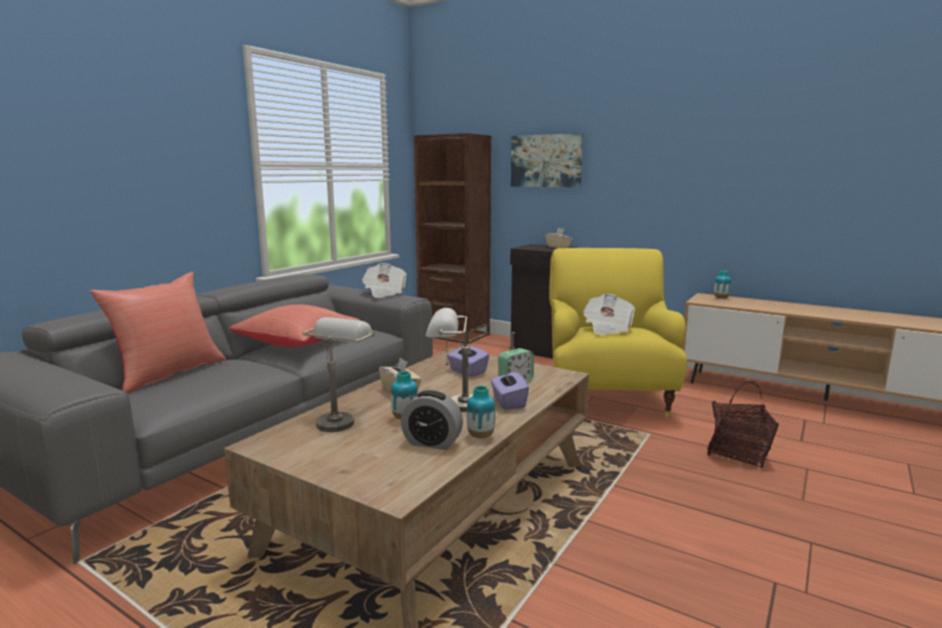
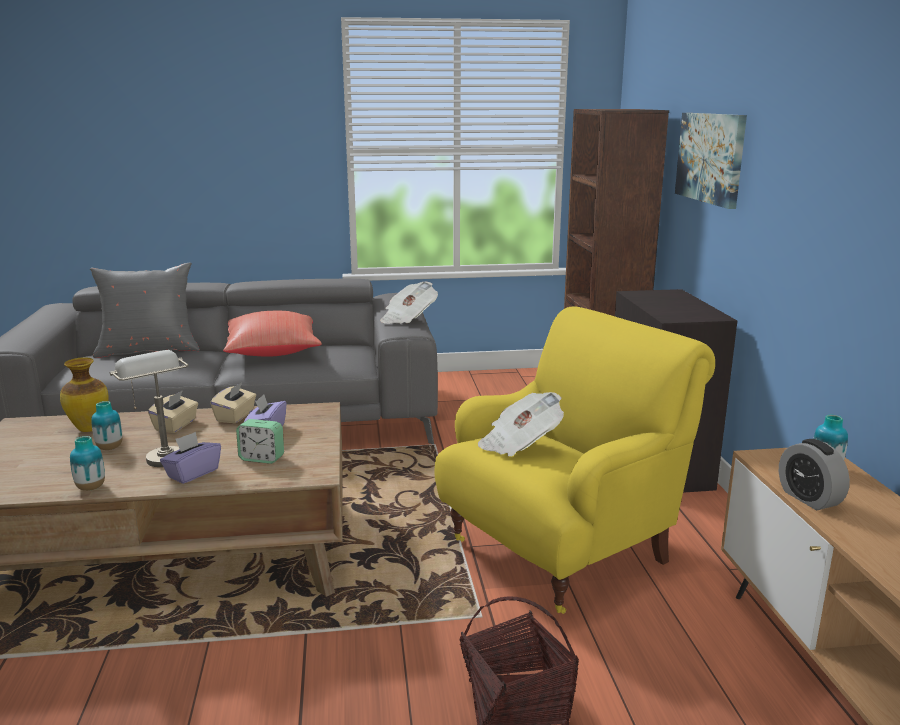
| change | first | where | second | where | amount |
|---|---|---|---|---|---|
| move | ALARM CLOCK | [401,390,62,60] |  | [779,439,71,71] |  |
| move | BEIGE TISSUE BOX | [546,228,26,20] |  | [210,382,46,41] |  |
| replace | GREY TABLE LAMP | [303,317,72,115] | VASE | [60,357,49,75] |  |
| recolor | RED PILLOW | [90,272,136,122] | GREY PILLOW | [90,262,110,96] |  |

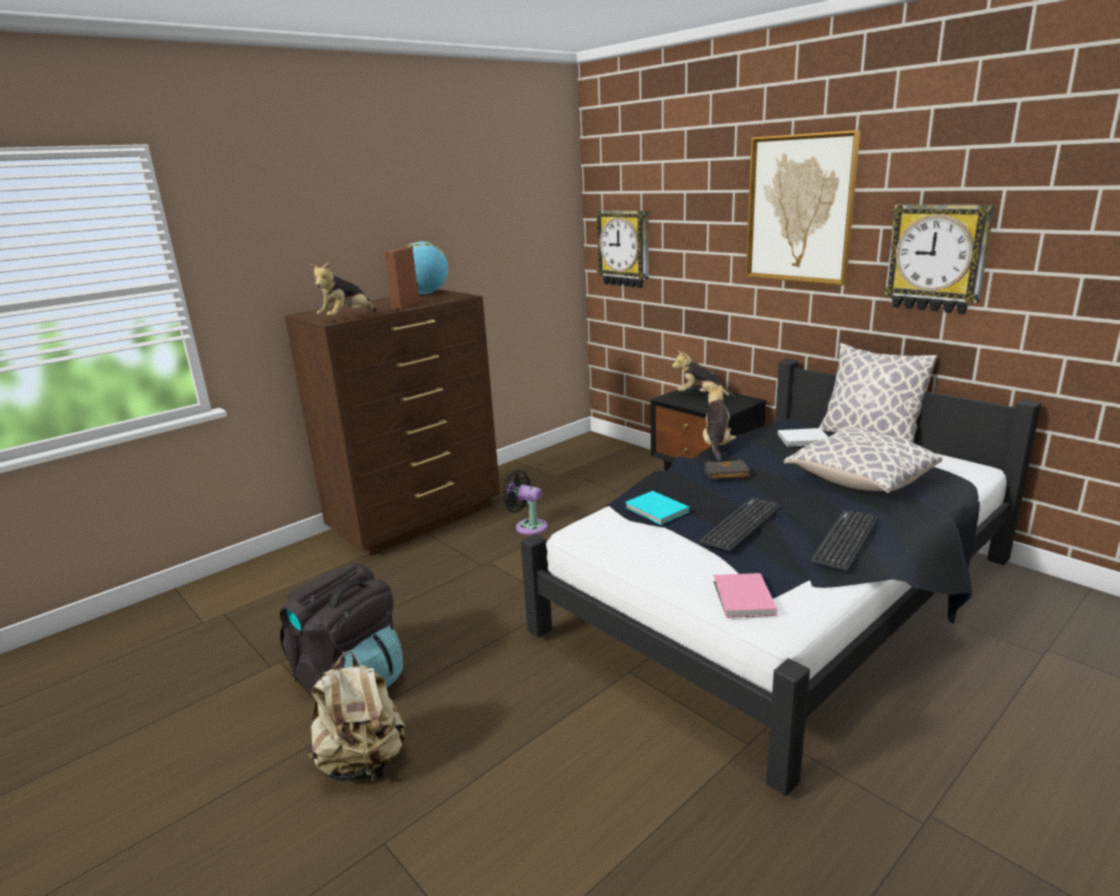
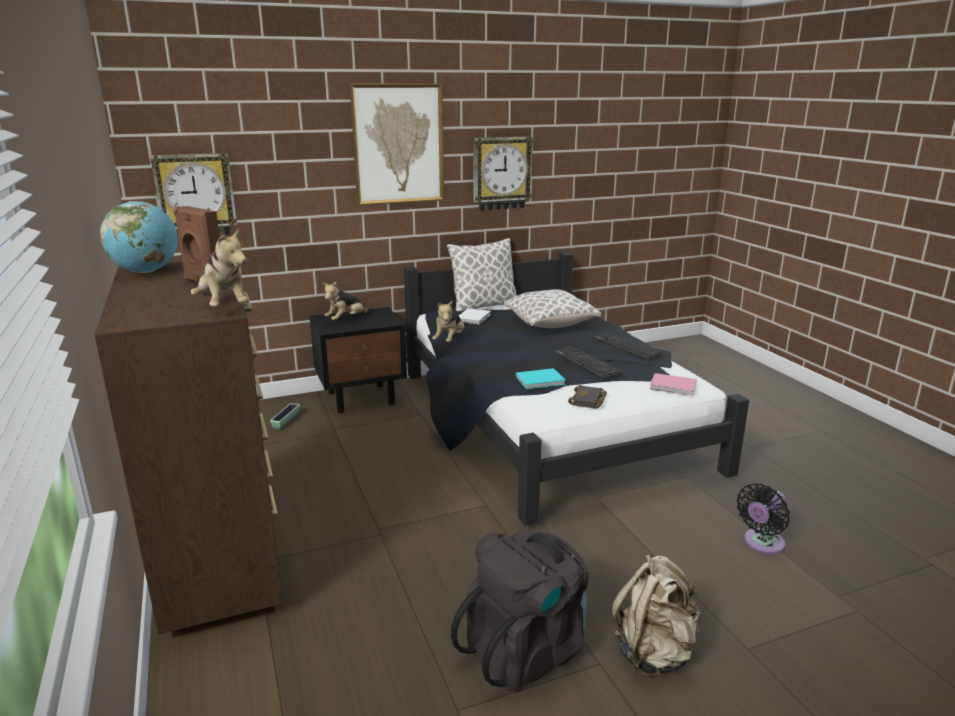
| change | first | where | second | where | amount |
|---|---|---|---|---|---|
| insert |  |  | PLANTER | [270,403,30,27] |  |
| move | BLACK FAN | [502,470,46,65] |  | [737,483,53,71] |  |
| move | BLACK BOOK | [704,459,46,21] |  | [568,385,39,23] |  |
| rotate | PLUSH TOY | [703,385,33,76] |  | [432,301,32,41] | 105 degrees counterclockwise |

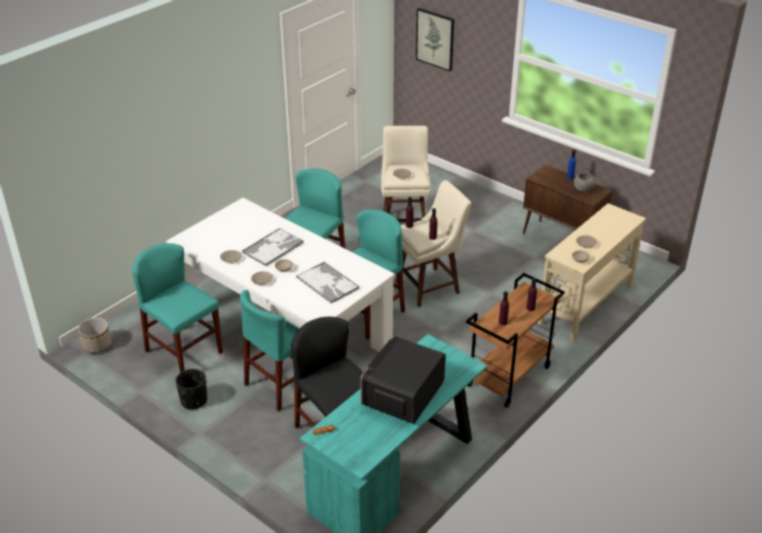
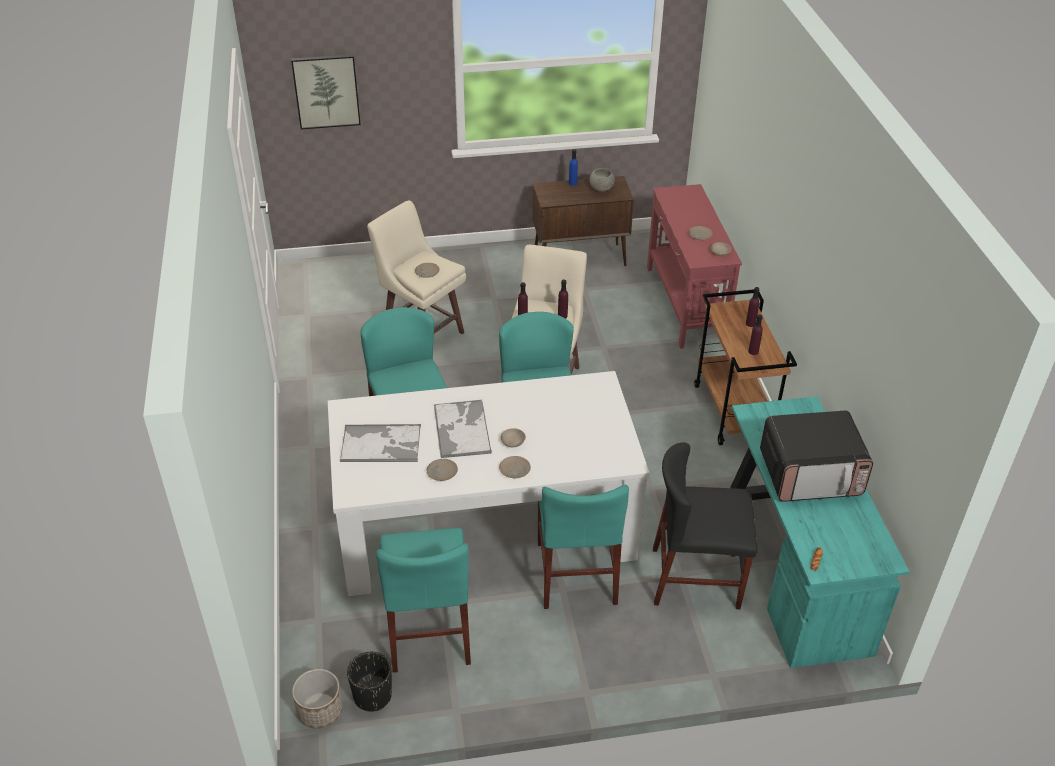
| change | first | where | second | where | amount |
|---|---|---|---|---|---|
| move | BLACK PLANTER | [175,369,32,41] |  | [347,652,45,59] |  |
| move | TRAY | [296,262,64,41] |  | [340,424,81,38] |  |
| recolor | BEIGE CONSOLE TABLE | [538,203,108,139] | RED CONSOLE TABLE | [647,184,95,165] |  |
| rotate | TURQUOISE CHAIR | [132,243,91,129] |  | [376,528,95,145] | 90 degrees counterclockwise |
| rotate | MICROWAVE | [360,336,86,88] |  | [760,411,113,91] | 75 degrees counterclockwise |

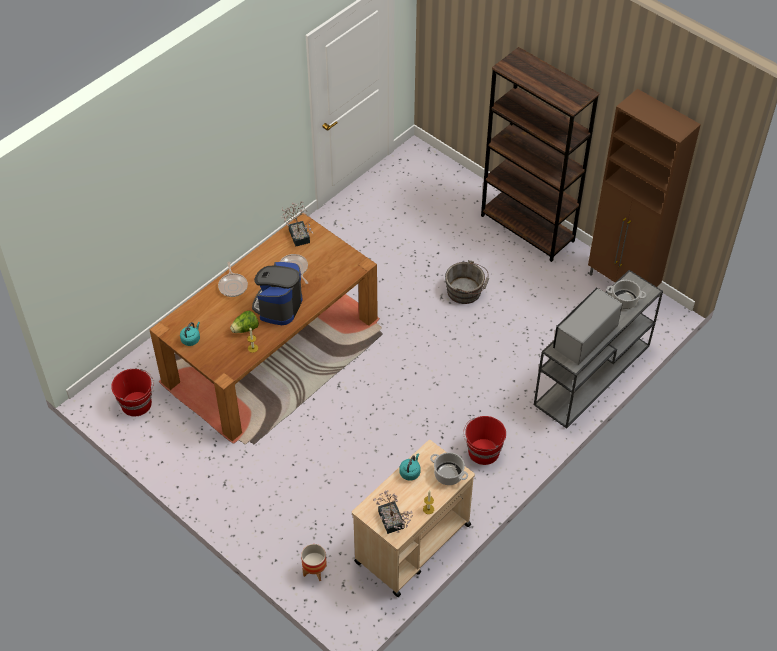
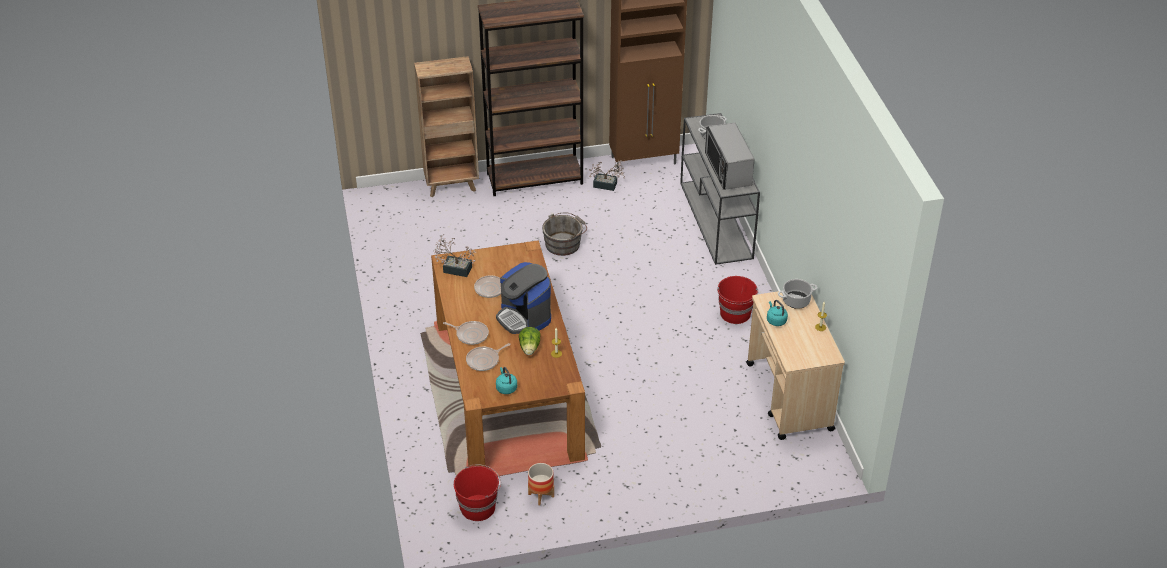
| change | first | where | second | where | amount |
|---|---|---|---|---|---|
| insert |  |  | BROWN BOOKCASE | [414,56,65,141] |  |
| insert |  |  | FRYING PAN | [466,343,45,28] |  |
| move | PLANTER | [301,544,26,37] |  | [528,463,26,42] |  |
| move | POTTED PLANT | [373,490,40,44] |  | [589,160,36,31] |  |

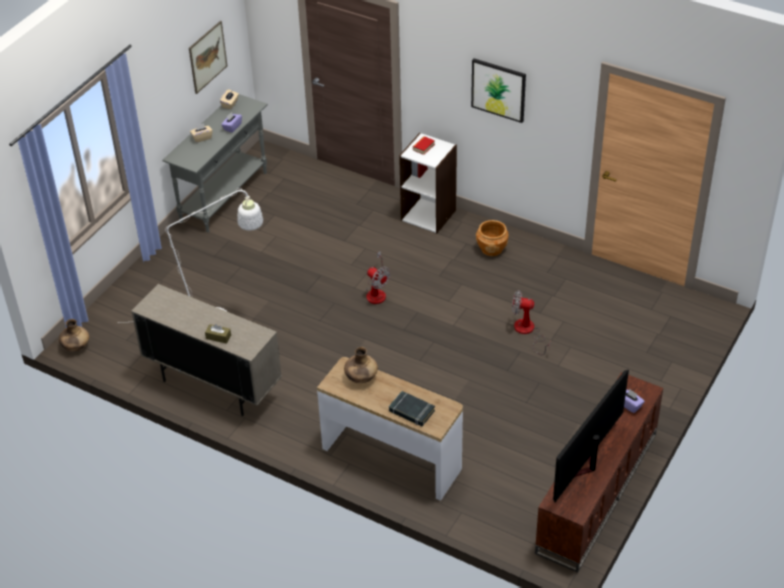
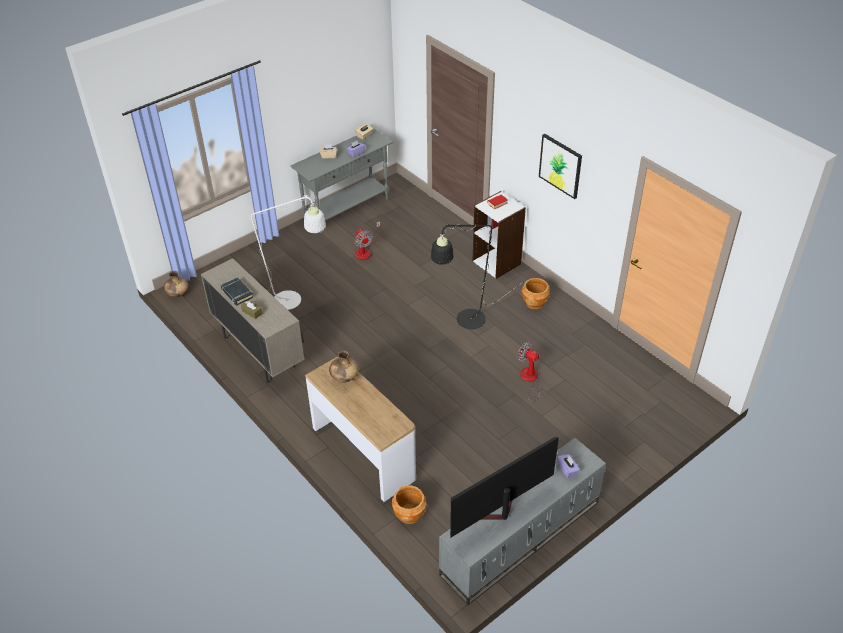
| change | first | where | second | where | amount |
|---|---|---|---|---|---|
| delete | PICTURE | [189,21,38,73] |  |  |  |
| insert |  |  | BROWN PLANTER | [392,486,35,38] |  |
| insert |  |  | BLACK FLOOR LAMP | [431,224,92,105] |  |
| move | FAN | [366,251,24,53] |  | [355,221,26,39] |  |
| move | BLACK BOOK | [389,391,46,36] |  | [221,277,32,29] |  |
| recolor | BROWN TV STAND | [535,372,128,200] | GREY TV STAND | [439,438,167,167] |  |

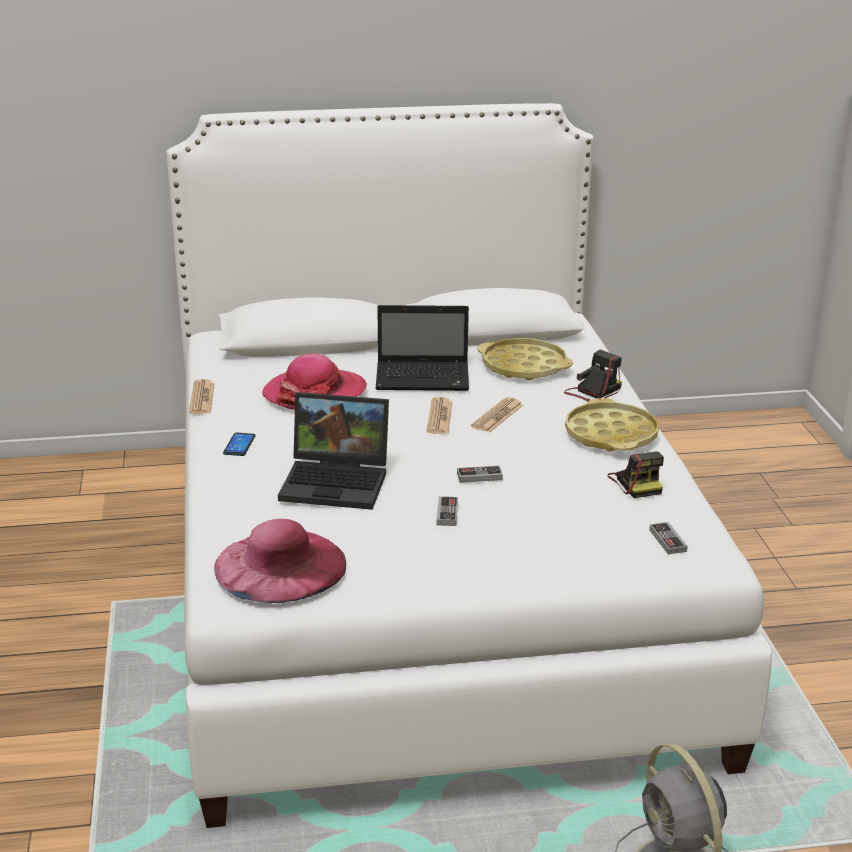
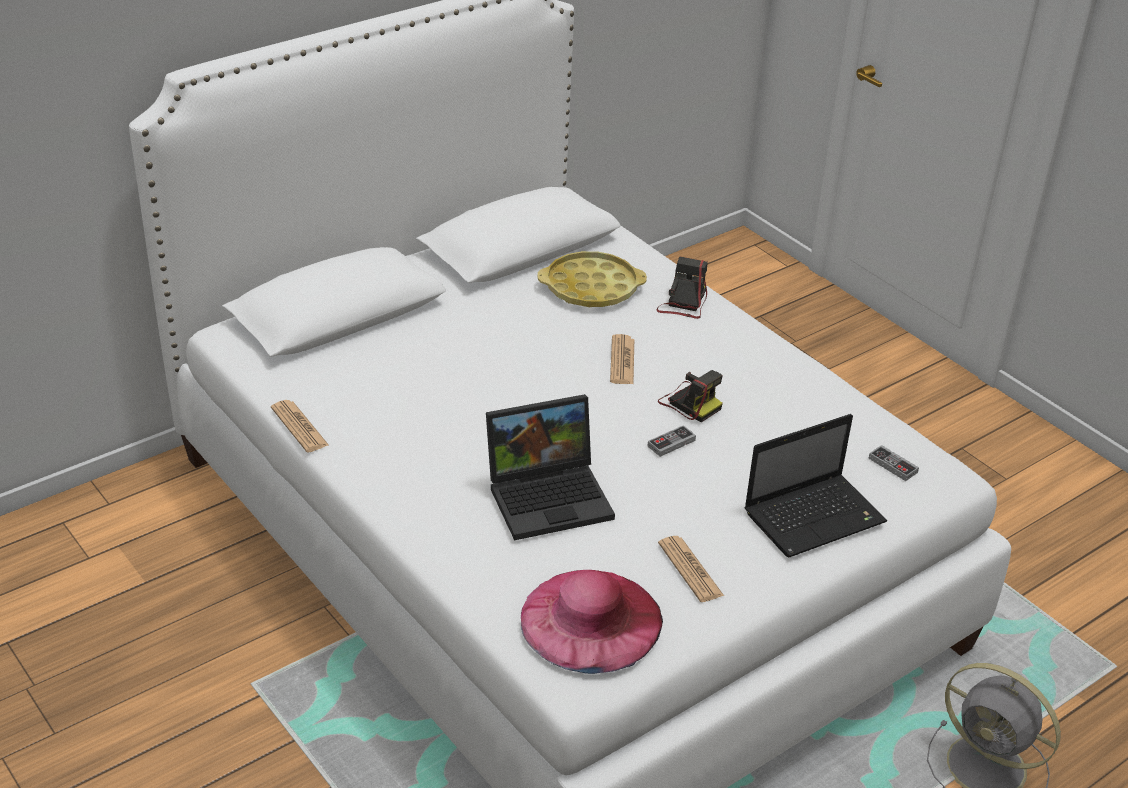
| change | first | where | second | where | amount |
|---|---|---|---|---|---|
| delete | PHONE | [223,433,32,23] |  |  |  |
| delete | HAT | [262,354,105,55] |  |  |  |
| delete | GAME CONTROLLER | [437,496,21,30] |  |  |  |
| delete | YELLOW TRAY | [565,398,94,54] |  |  |  |
| move | LAPTOP | [376,305,93,86] |  | [745,414,142,143] |  |
| move | NEWSPAPER | [427,397,25,37] |  | [658,536,66,66] |  |
| move | PHOTO CAMERA | [607,451,57,47] |  | [658,370,65,52] |  |

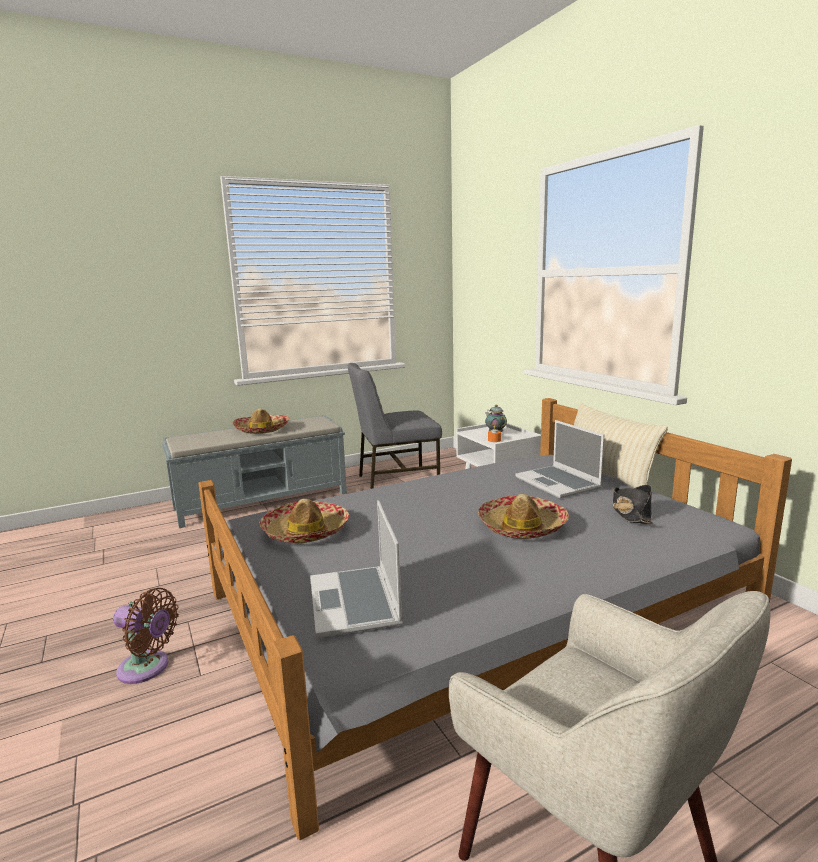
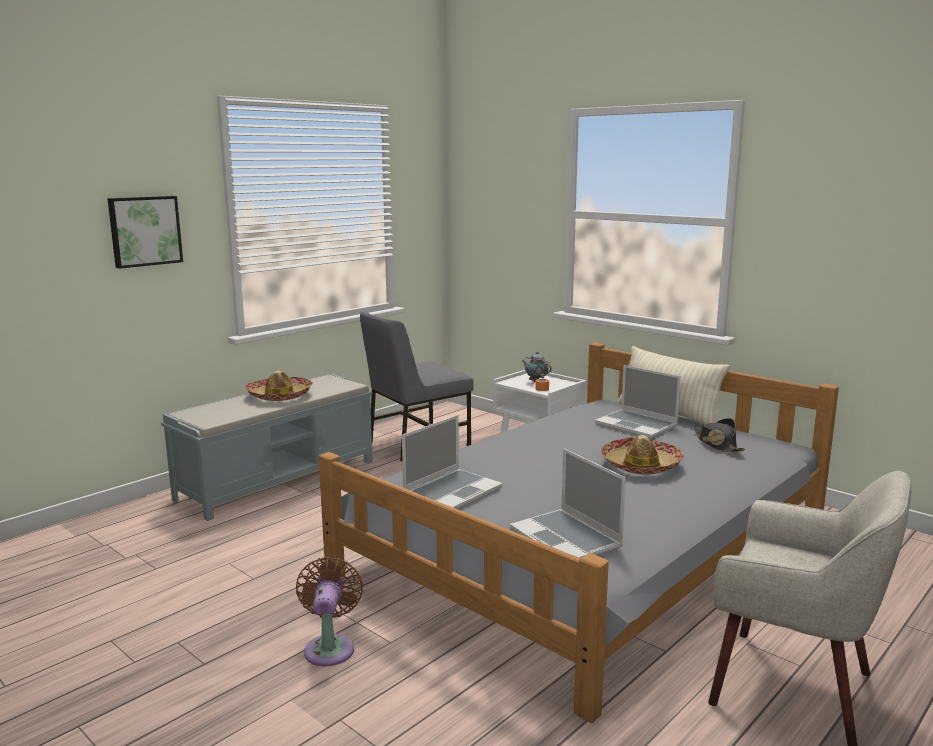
| change | first | where | second | where | amount |
|---|---|---|---|---|---|
| insert |  |  | PICTURE | [107,196,76,73] |  |
| replace | HAT | [260,499,89,44] | LAPTOP | [402,415,101,94] |  |
| rotate | BROWN FAN | [113,588,66,96] |  | [296,557,67,109] | 90 degrees counterclockwise |

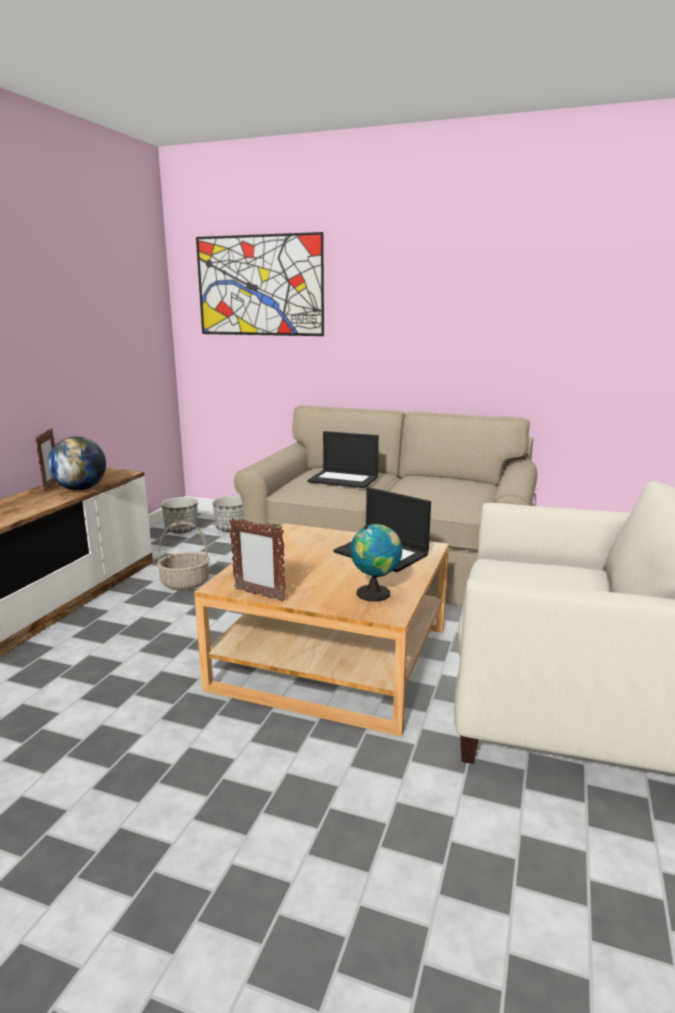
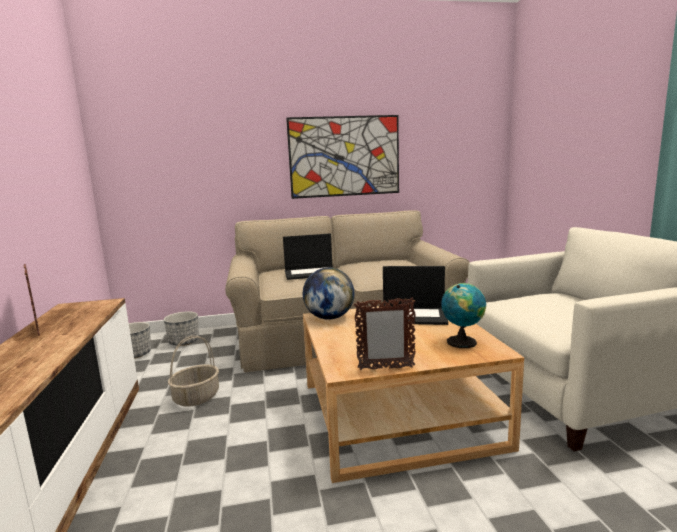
| change | first | where | second | where | amount |
|---|---|---|---|---|---|
| move | GLOBE | [48,436,58,54] |  | [303,268,51,52] |  |
| move | PICTURE | [196,232,128,104] |  | [286,115,113,84] |  |

